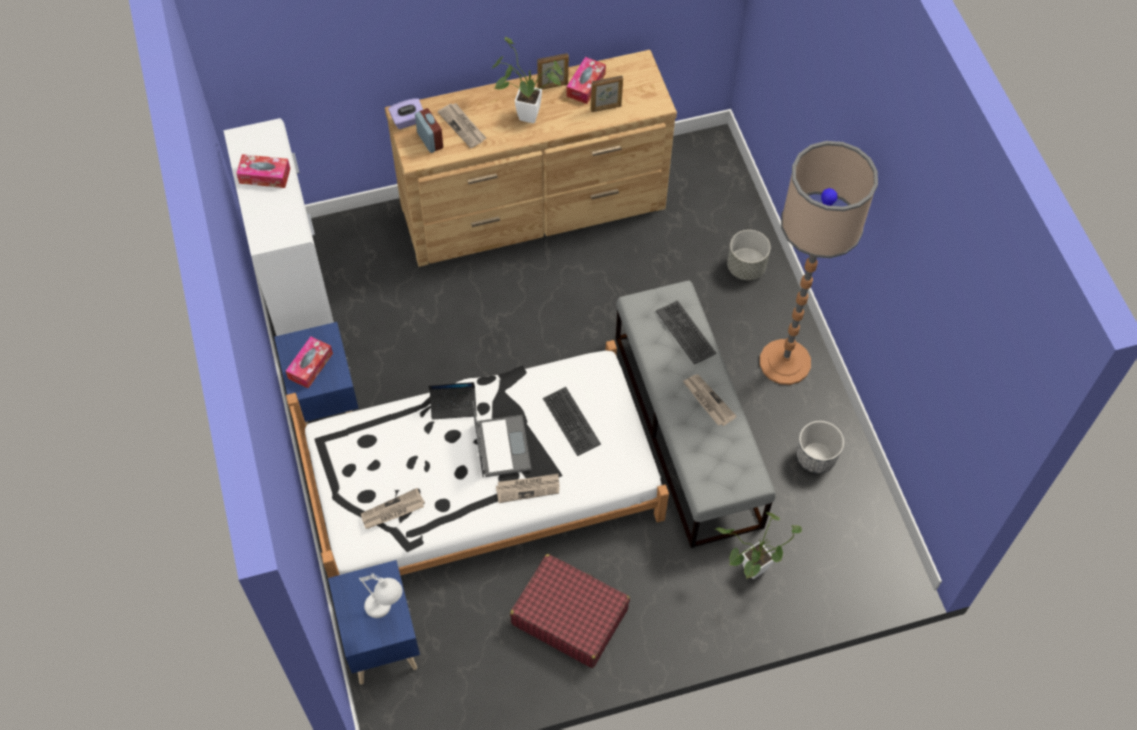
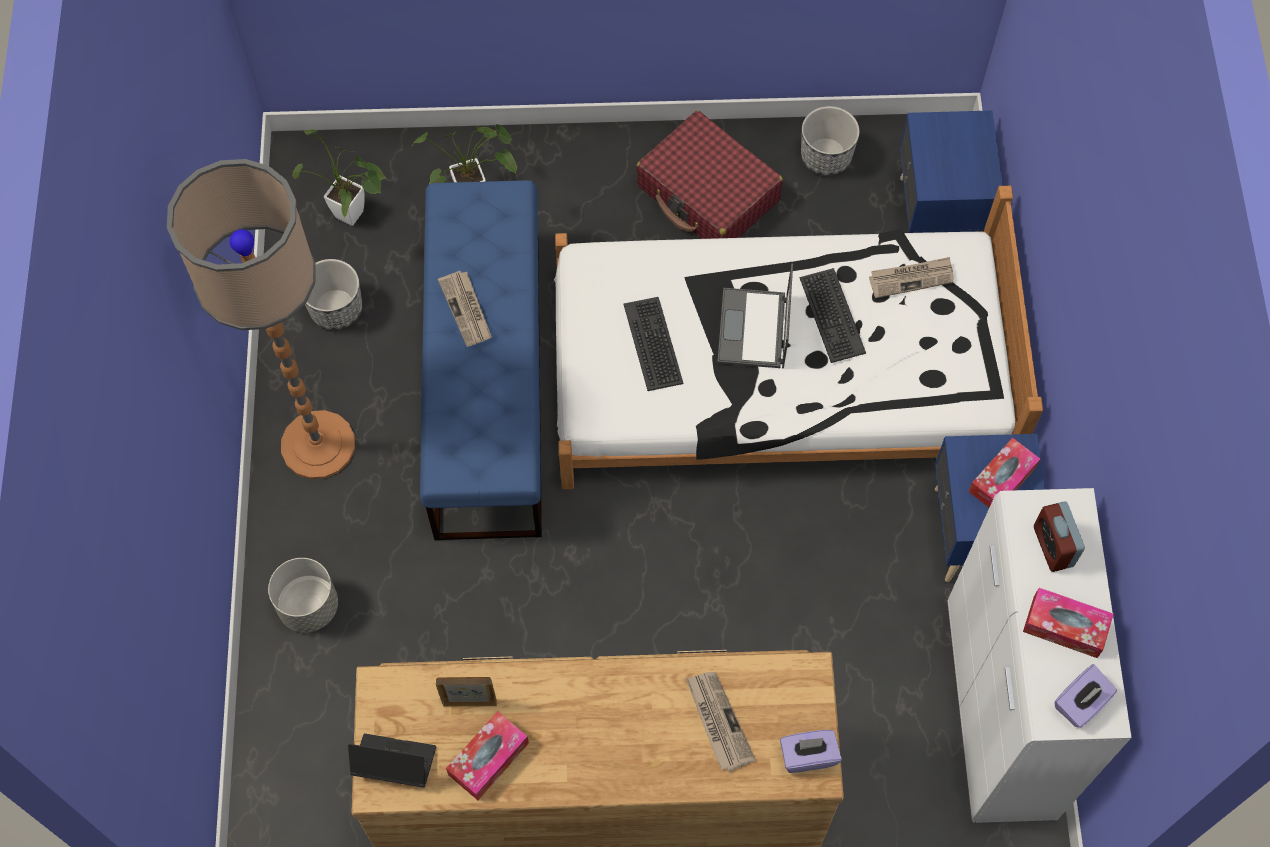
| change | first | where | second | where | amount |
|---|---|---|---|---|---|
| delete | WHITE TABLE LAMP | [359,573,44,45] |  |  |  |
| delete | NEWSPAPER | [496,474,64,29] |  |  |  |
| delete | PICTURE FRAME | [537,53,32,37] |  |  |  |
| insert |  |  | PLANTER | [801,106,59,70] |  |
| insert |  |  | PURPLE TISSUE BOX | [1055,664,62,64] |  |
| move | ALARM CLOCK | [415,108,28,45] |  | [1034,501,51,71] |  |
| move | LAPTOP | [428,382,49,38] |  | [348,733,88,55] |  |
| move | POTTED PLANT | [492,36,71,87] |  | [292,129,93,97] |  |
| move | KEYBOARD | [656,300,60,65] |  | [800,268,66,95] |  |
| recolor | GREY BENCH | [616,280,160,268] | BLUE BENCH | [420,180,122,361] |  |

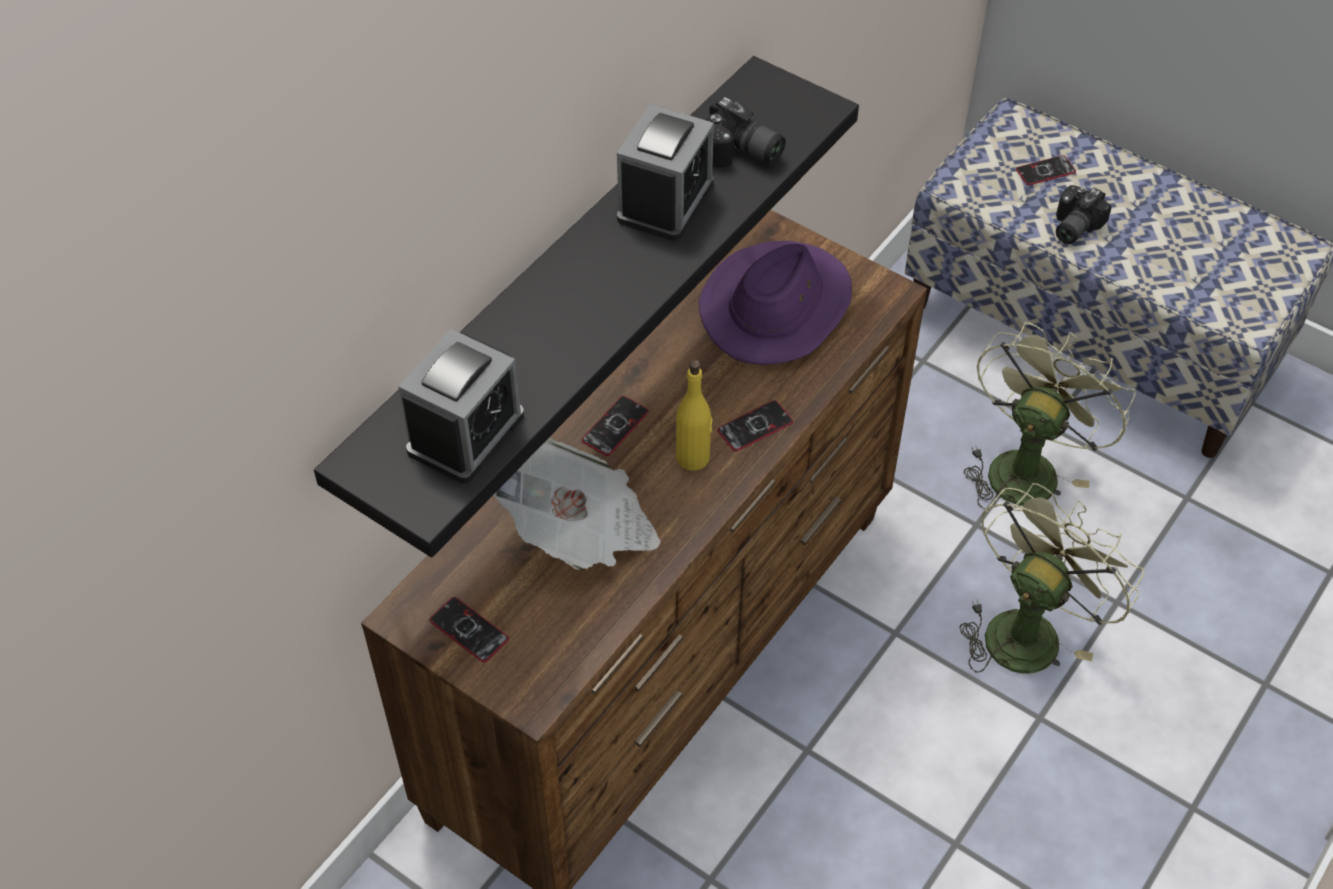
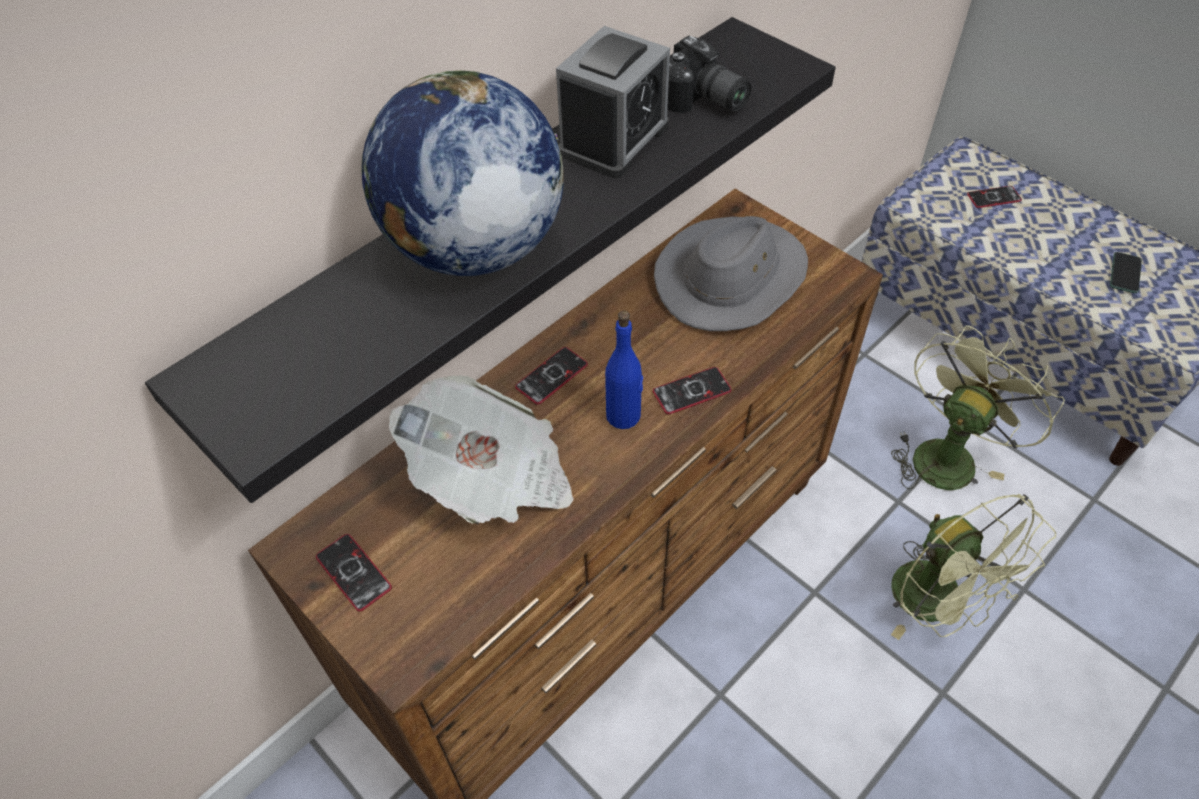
| change | first | where | second | where | amount |
|---|---|---|---|---|---|
| delete | ALARM CLOCK | [398,329,126,154] |  |  |  |
| delete | PHOTO CAMERA | [1056,185,56,59] |  |  |  |
| insert |  |  | GLOBE | [361,71,203,205] |  |
| insert |  |  | PHONE | [1110,252,32,41] |  |
| recolor | YELLOW BOTTLE | [676,360,36,111] | BLUE BOTTLE | [605,311,38,118] |  |
| recolor | PURPLE HAT | [699,241,153,124] | GREY HAT | [654,216,154,115] |  |
| rotate | GREEN FAN | [959,483,185,191] |  | [891,494,165,146] | 105 degrees clockwise |

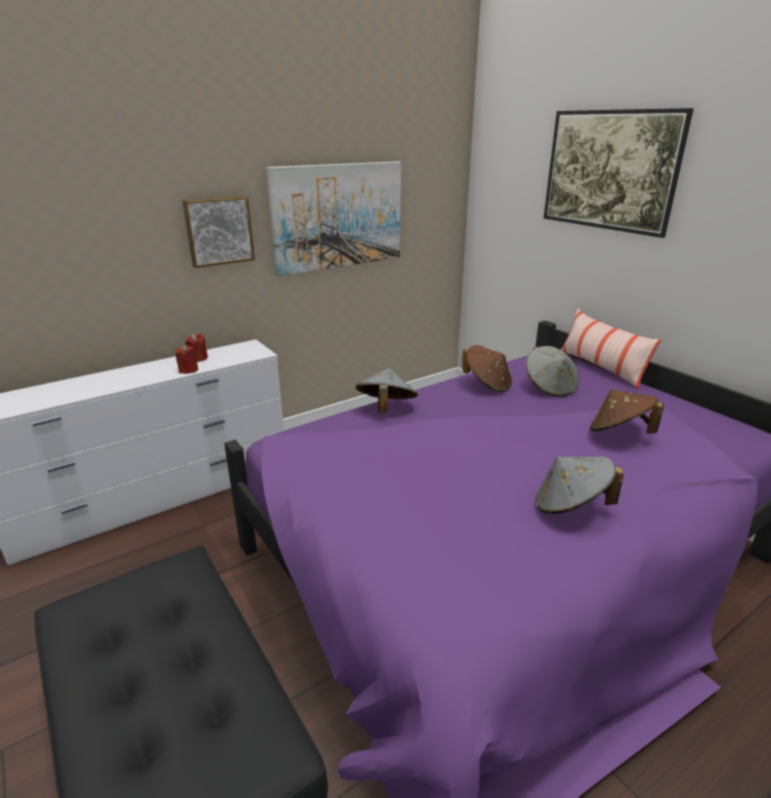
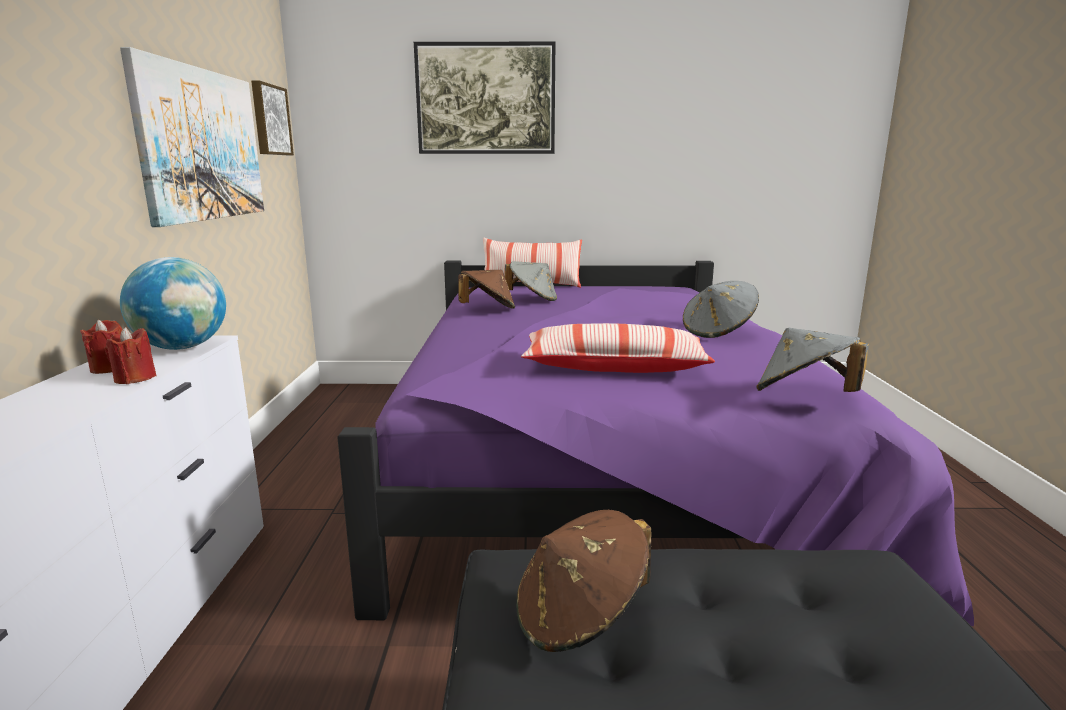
| change | first | where | second | where | amount |
|---|---|---|---|---|---|
| insert |  |  | GLOBE | [120,257,106,93] |  |
| insert |  |  | PILLOW | [521,323,194,50] |  |
| move | PICTURE | [182,196,73,72] |  | [251,81,43,74] |  |
| move | GREY HAT | [355,368,63,45] |  | [756,328,113,64] |  |
| move | BROWN HAT | [590,389,74,45] |  | [516,510,135,142] |  |

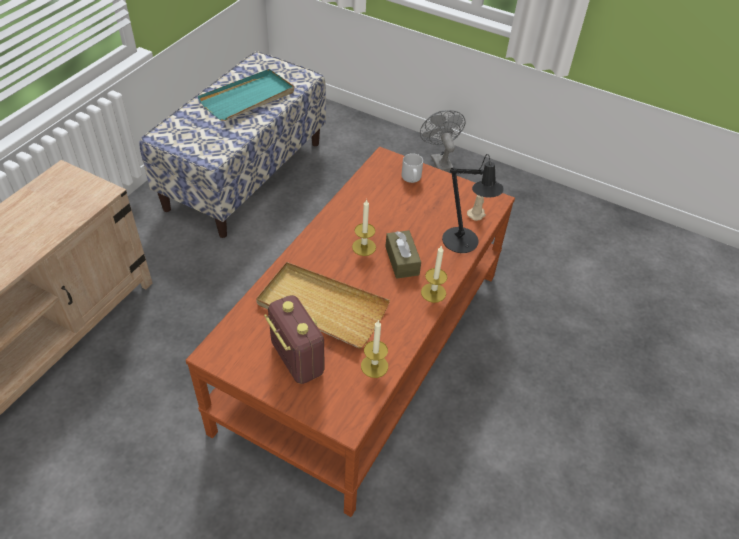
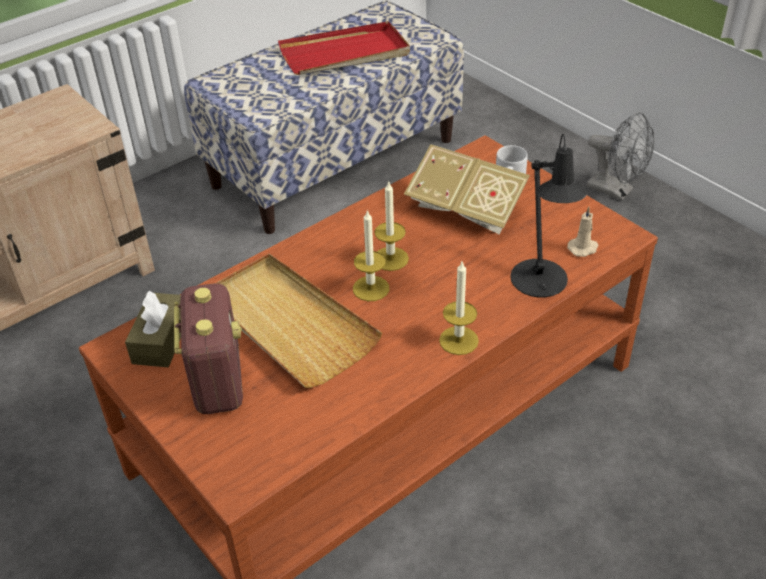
| change | first | where | second | where | amount |
|---|---|---|---|---|---|
| insert |  |  | BOOK | [404,144,126,90] |  |
| move | CANDLE | [361,320,27,58] |  | [353,209,36,92] |  |
| move | BROWN TISSUE BOX | [385,230,36,49] |  | [125,291,56,76] |  |
| recolor | TURQUOISE TRAY | [198,69,96,52] | RED TRAY | [278,21,132,54] |  |
| rotate | GREY FAN | [420,110,46,61] |  | [587,112,67,88] | 120 degrees clockwise |

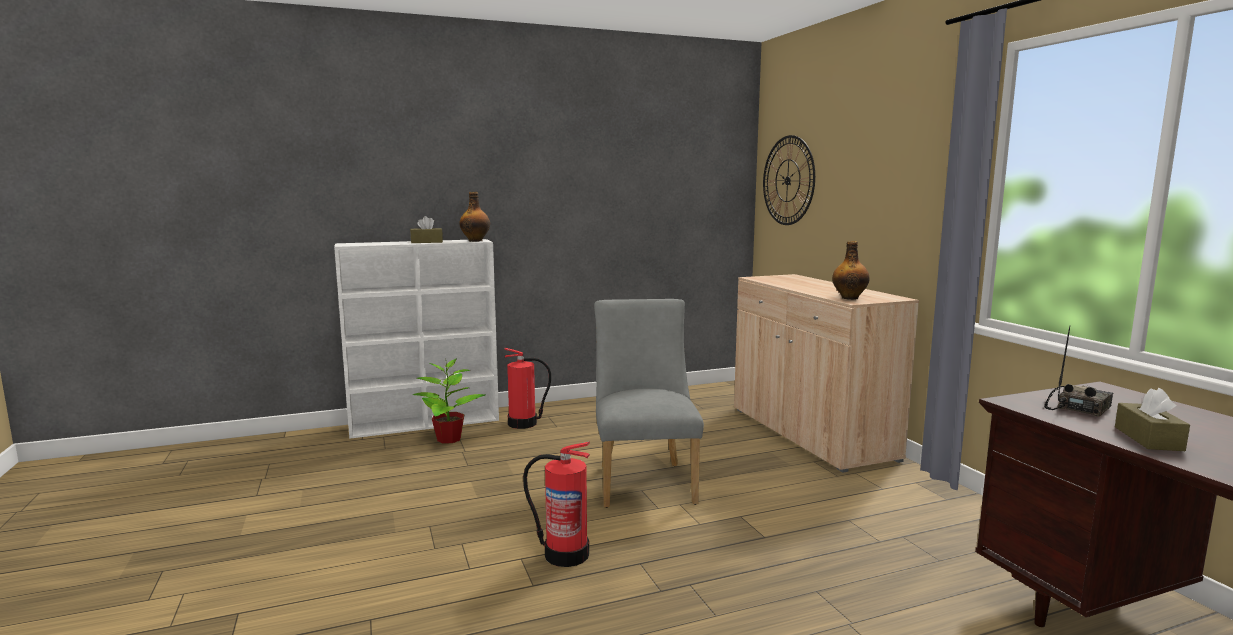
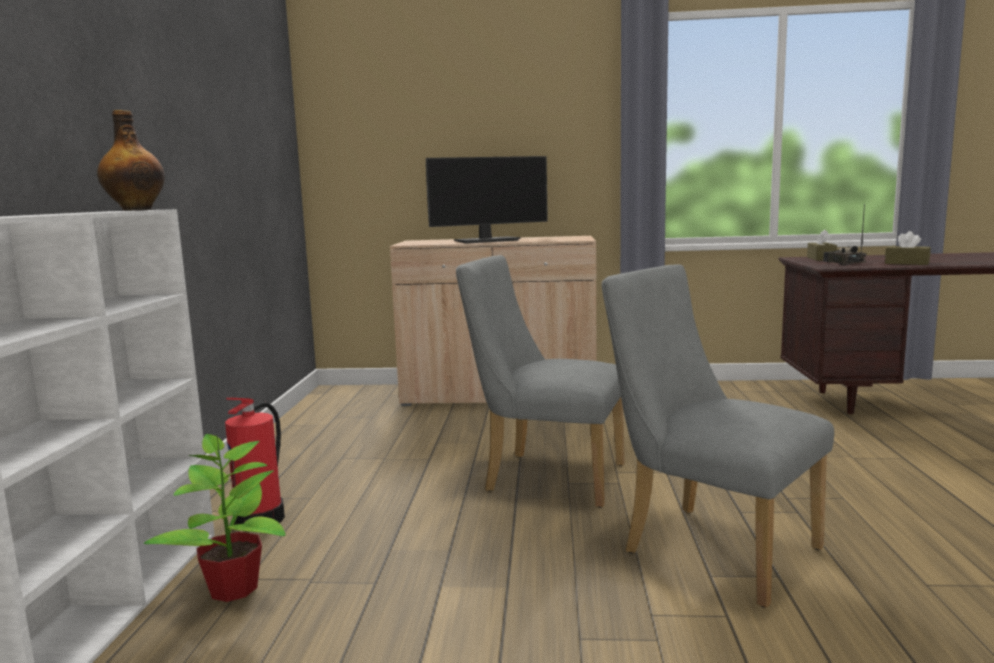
| change | first | where | second | where | amount |
|---|---|---|---|---|---|
| delete | WALL CLOCK | [763,135,52,90] |  |  |  |
| delete | BOTTLE | [832,241,38,59] |  |  |  |
| insert |  |  | MONITOR | [426,156,122,88] |  |
| move | BROWN TISSUE BOX | [410,216,33,27] |  | [807,229,30,32] |  |
| replace | FIRE EXTINGUISHER | [523,441,67,126] | GREY CHAIR | [602,264,232,344] |  |

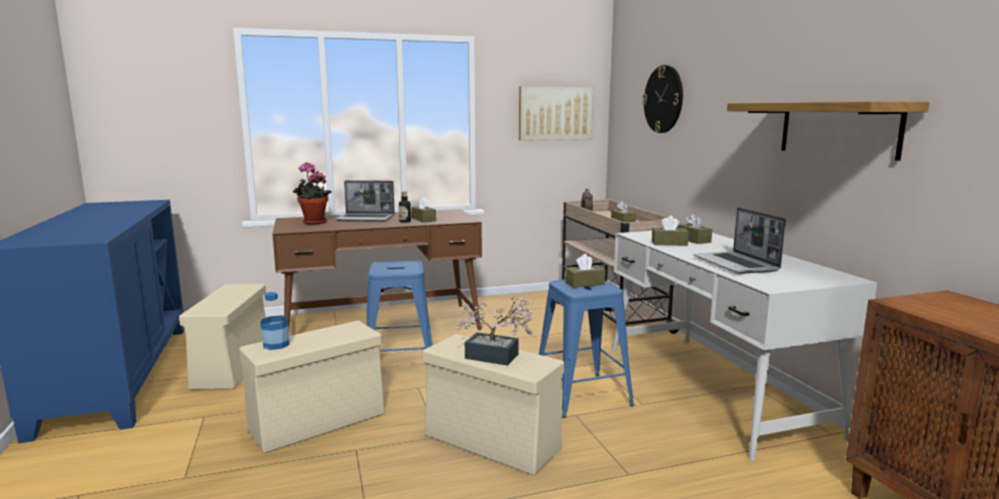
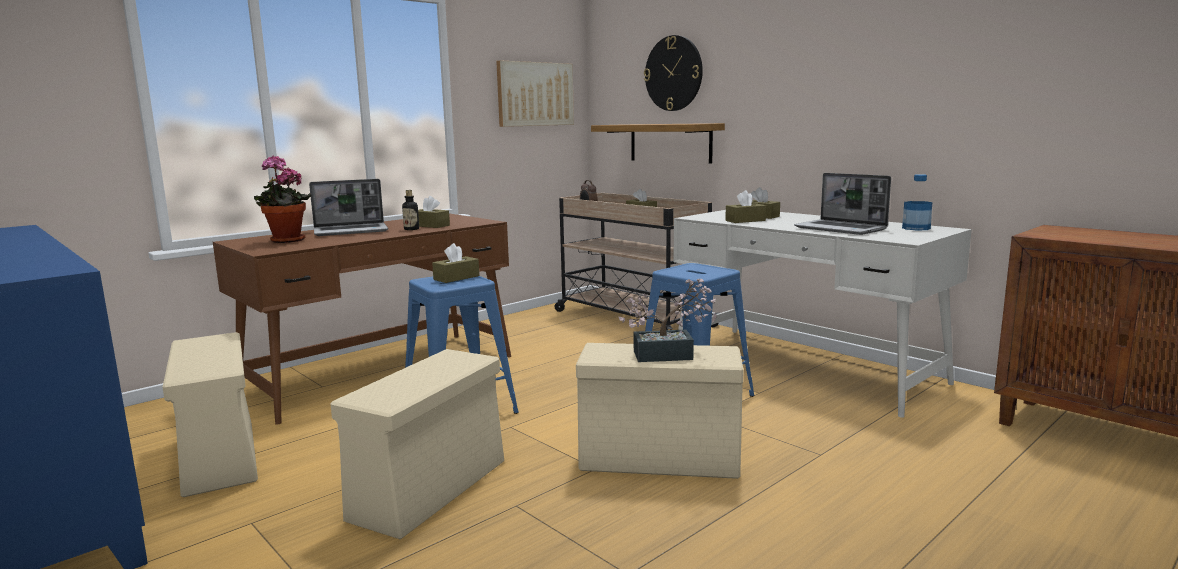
| change | first | where | second | where | amount |
|---|---|---|---|---|---|
| move | BOTTLE | [260,292,30,58] |  | [902,174,30,56] |  |
| move | BROWN TISSUE BOX | [565,254,41,34] |  | [432,243,47,40] |  |
| move | SHELF | [727,101,203,60] |  | [591,123,134,41] |  |

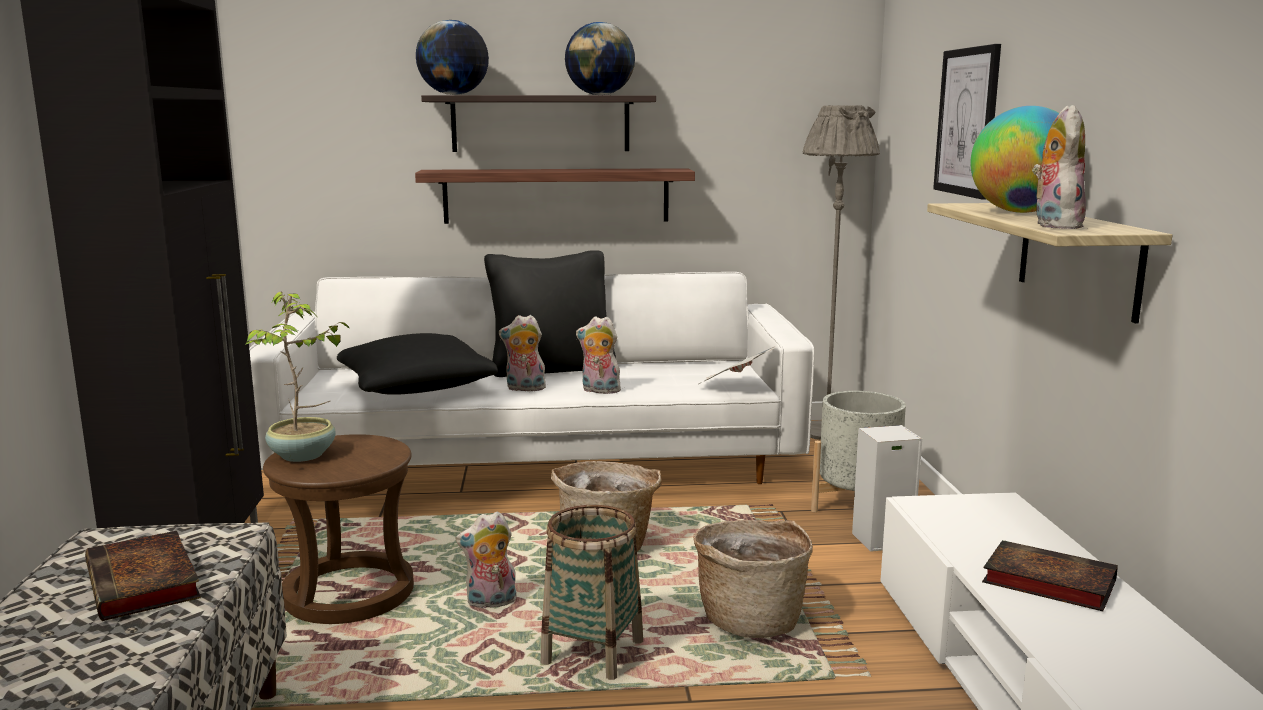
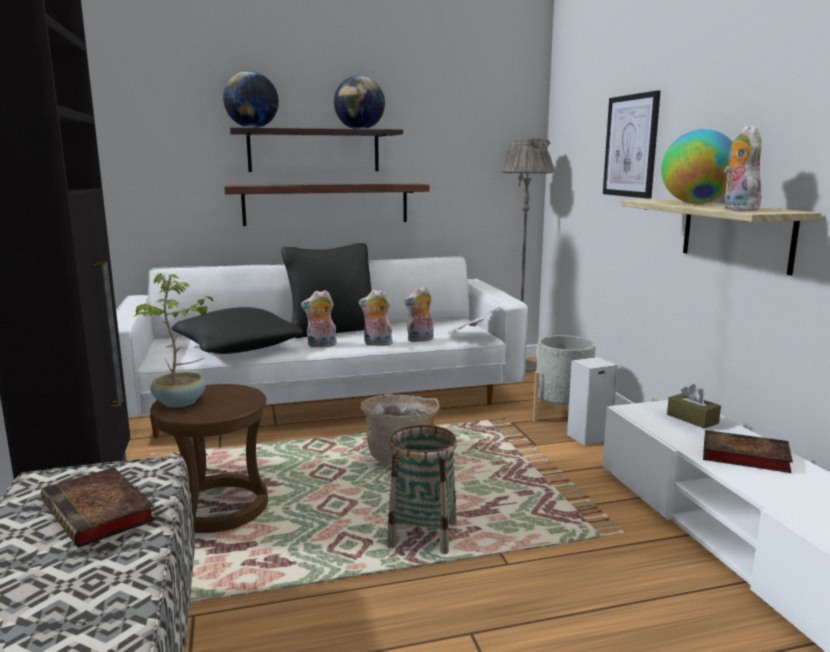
| change | first | where | second | where | amount |
|---|---|---|---|---|---|
| delete | BASKET | [693,519,120,119] |  |  |  |
| insert |  |  | BROWN TISSUE BOX | [667,384,54,45] |  |
| move | PLUSH TOY | [456,512,61,96] |  | [404,286,29,56] |  |

